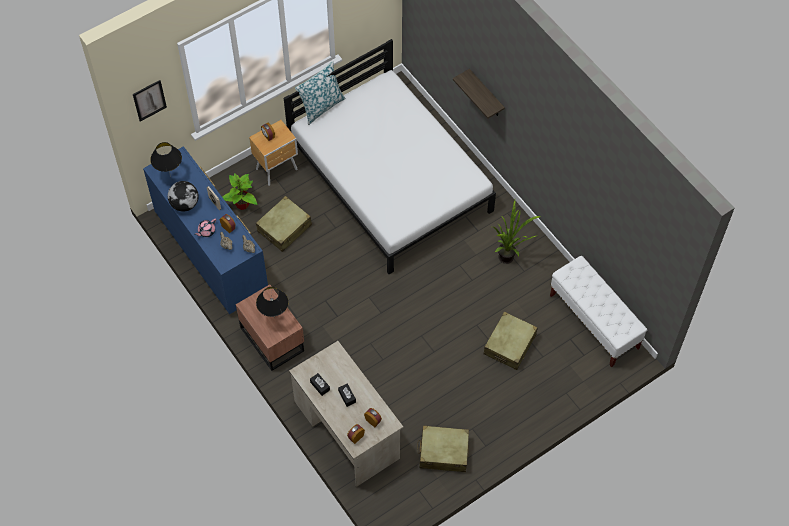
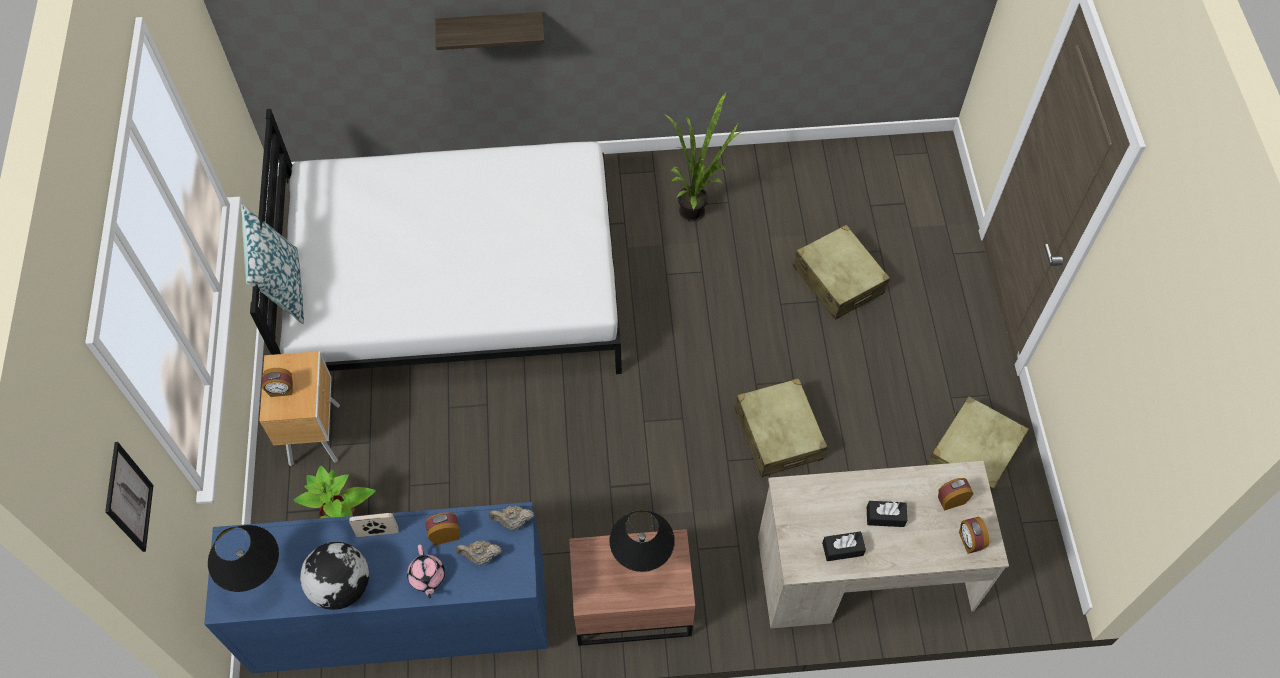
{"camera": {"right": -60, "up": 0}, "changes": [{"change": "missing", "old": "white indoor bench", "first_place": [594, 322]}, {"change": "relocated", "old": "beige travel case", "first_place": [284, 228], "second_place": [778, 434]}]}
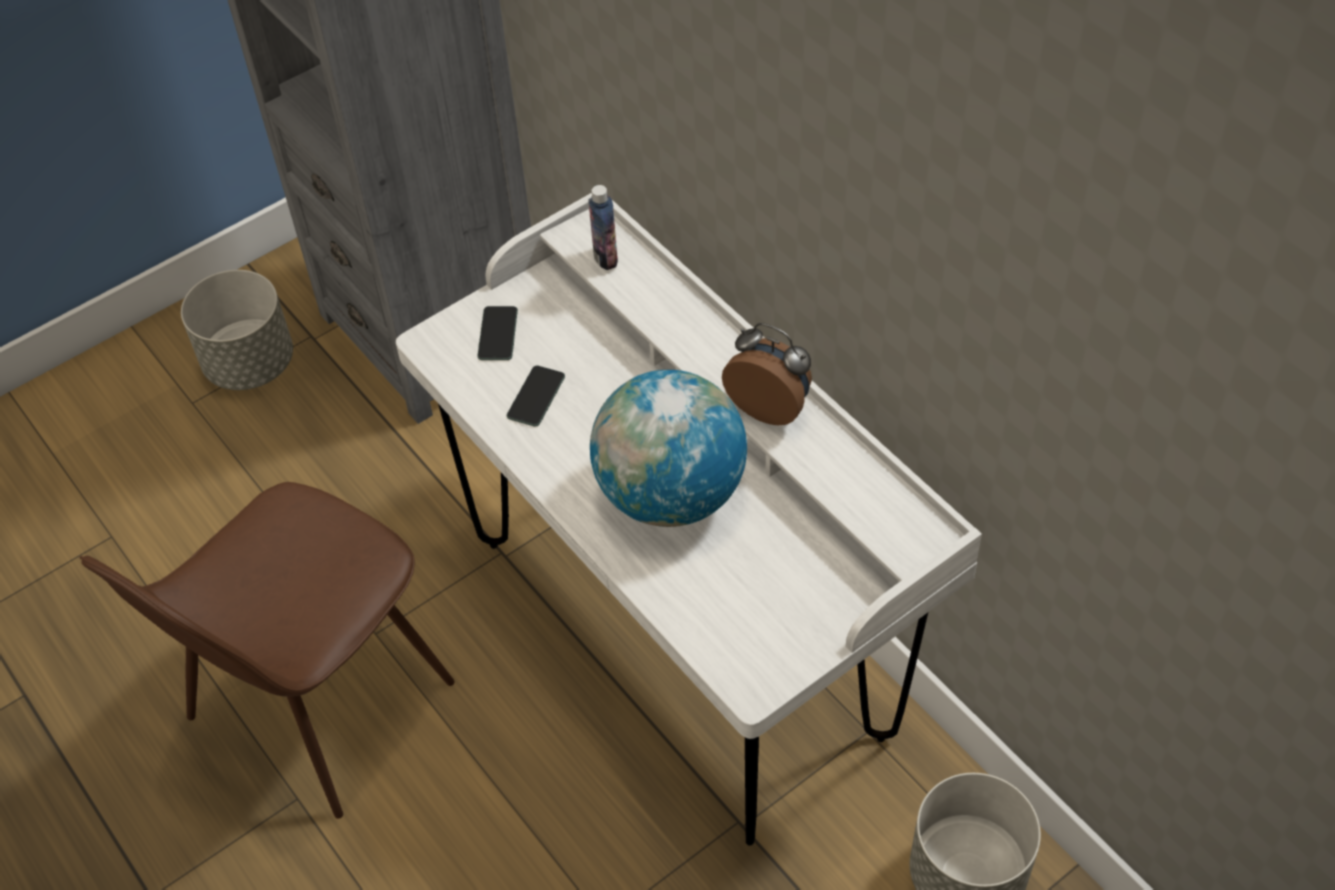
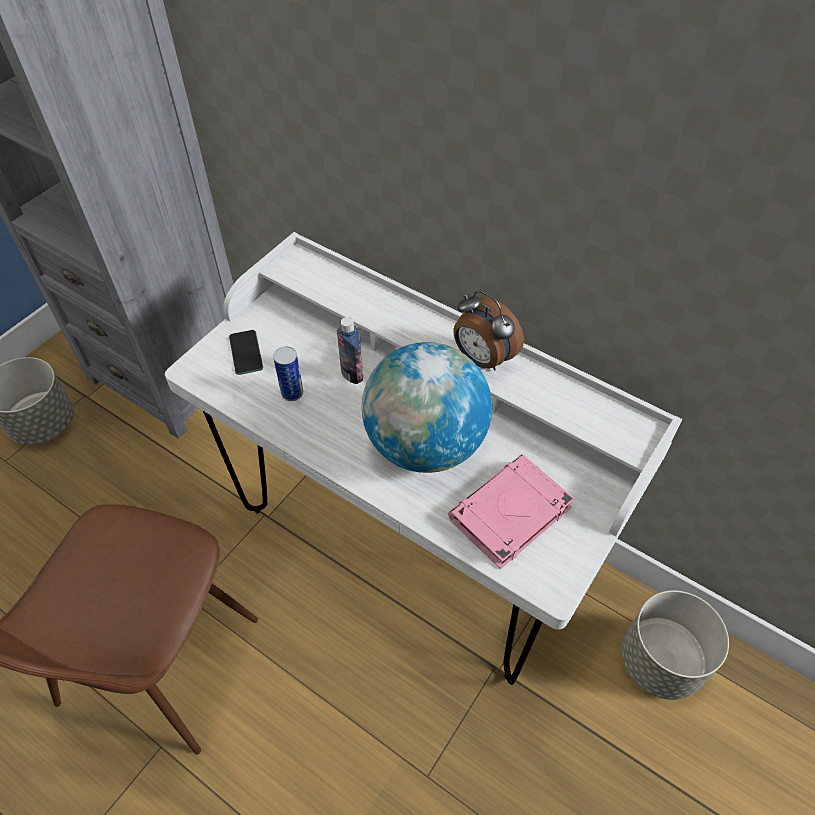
{"camera": {"right": -20, "up": 0}, "changes": [{"change": "appeared", "new": "pink-coloured volume", "second_place": [509, 515]}, {"change": "relocated", "old": "bottle", "first_place": [605, 257], "second_place": [352, 374]}, {"change": "exchanged", "old": "telephone", "new": "can", "first_place": [536, 397], "second_place": [292, 393]}, {"change": "spun", "old": "alarm clock", "first_place": [770, 405], "second_place": [482, 359], "degrees": -150}]}
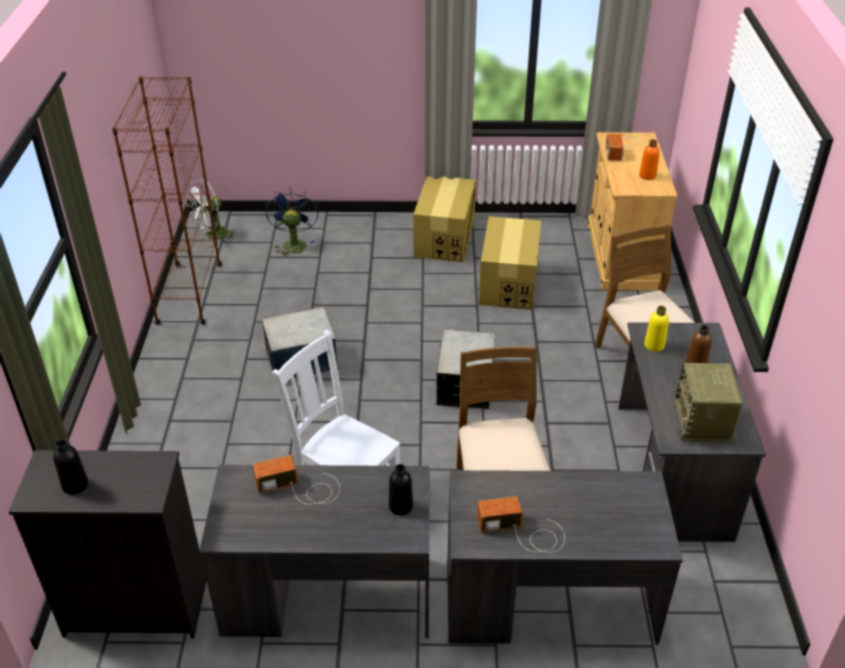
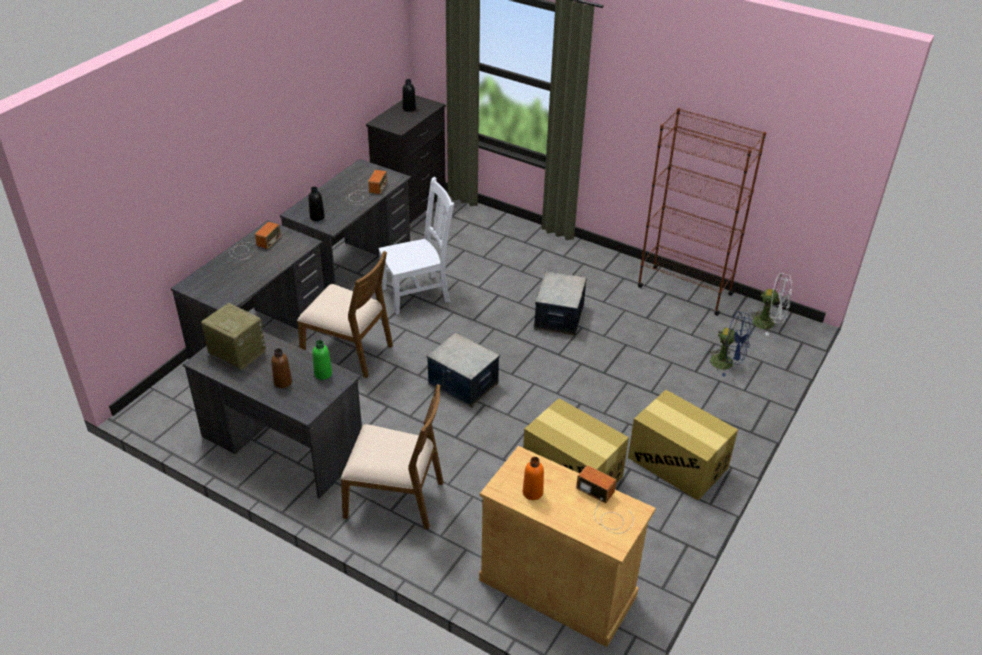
{"camera": {"right": 120, "up": 0}, "changes": [{"change": "colour", "old": "yellow bottle", "new": "greenish bottle", "first_place": [654, 345], "second_place": [323, 374]}, {"change": "spun", "old": "white cooling fan", "first_place": [212, 235], "second_place": [768, 323], "degrees": 120}]}
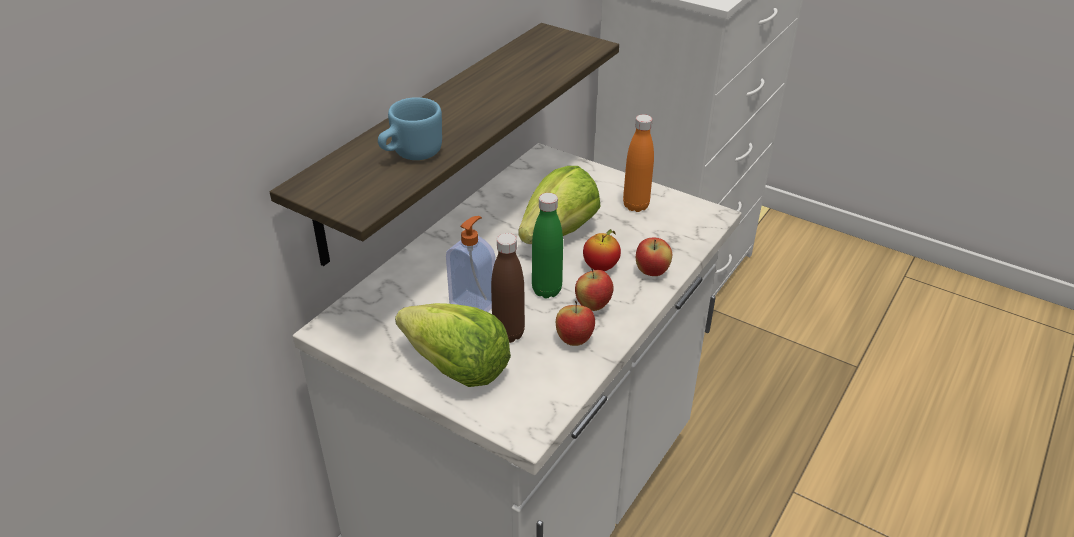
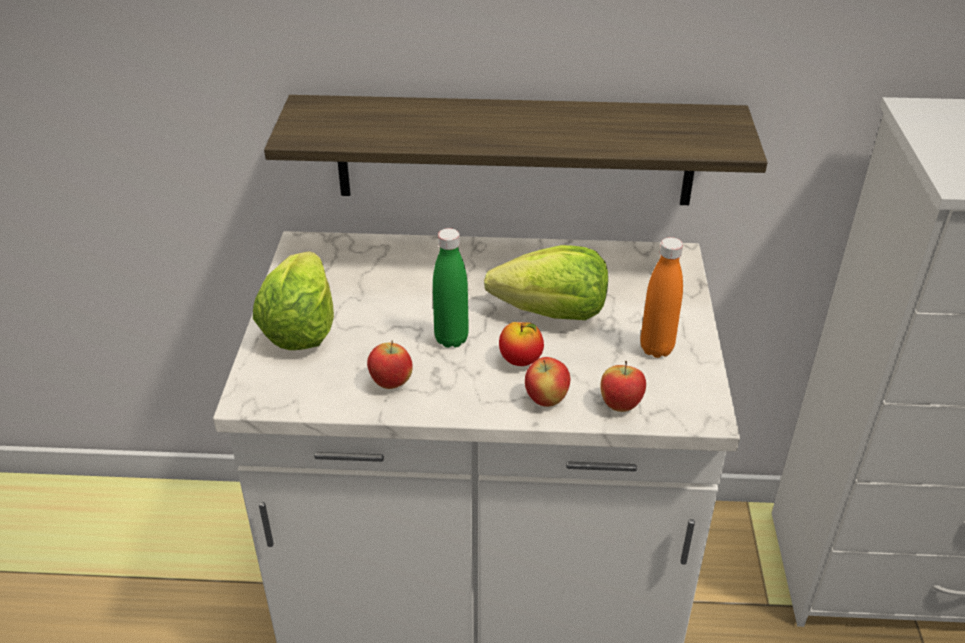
{"camera": {"right": 60, "up": 0}, "changes": [{"change": "missing", "old": "blue-coloured mug", "first_place": [410, 154]}, {"change": "missing", "old": "soap dispenser", "first_place": [474, 303]}, {"change": "missing", "old": "brownish bottle", "first_place": [508, 333]}, {"change": "relocated", "old": "apple fruit", "first_place": [593, 305], "second_place": [620, 405]}]}
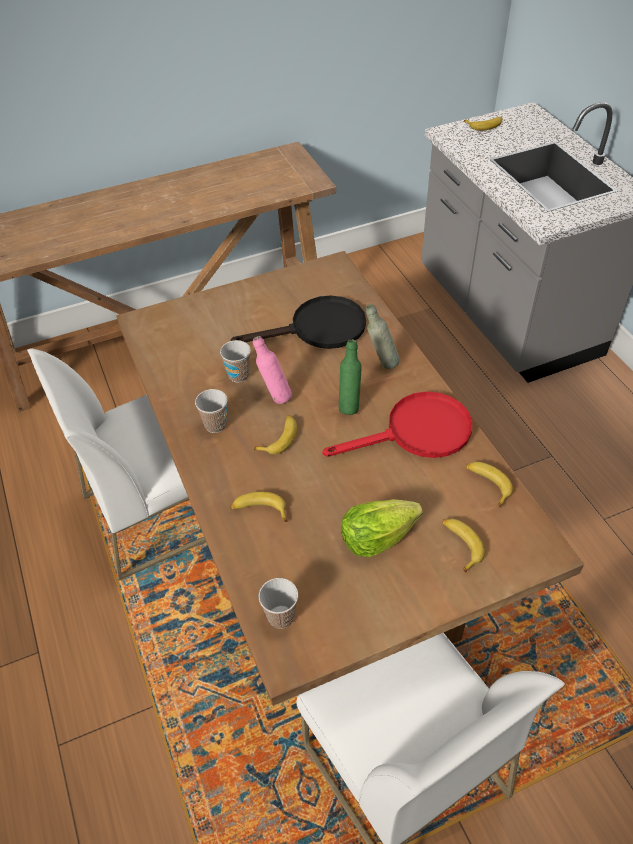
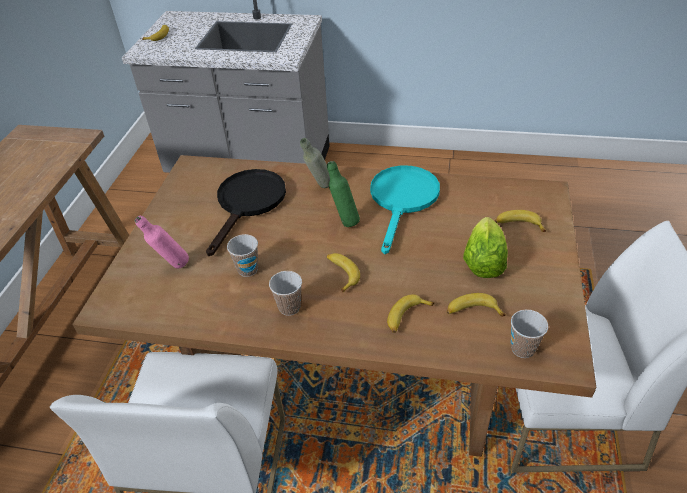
{"camera": {"right": -55, "up": -5}, "changes": [{"change": "relocated", "old": "pink-coloured bottle", "first_place": [274, 397], "second_place": [172, 267]}, {"change": "relocated", "old": "banana", "first_place": [487, 484], "second_place": [472, 311]}, {"change": "colour", "old": "red-coloured frying pan", "new": "turquoise-coloured frying pan", "first_place": [417, 433], "second_place": [403, 200]}]}
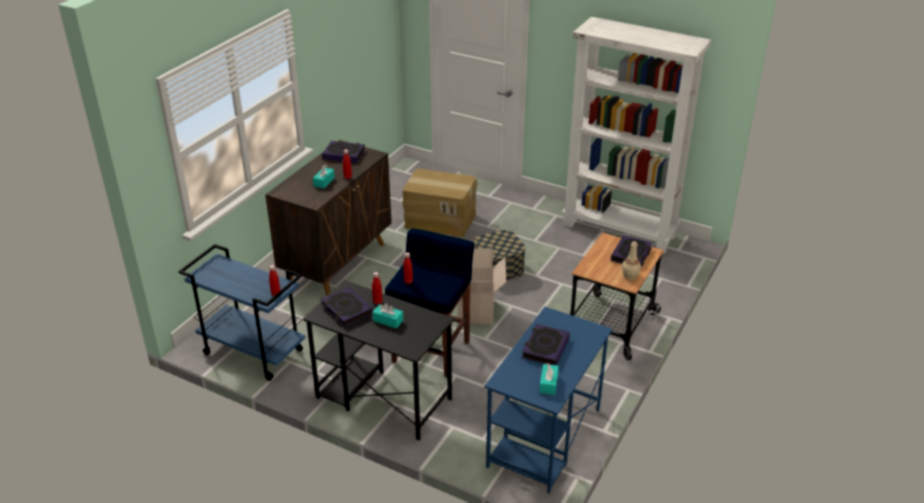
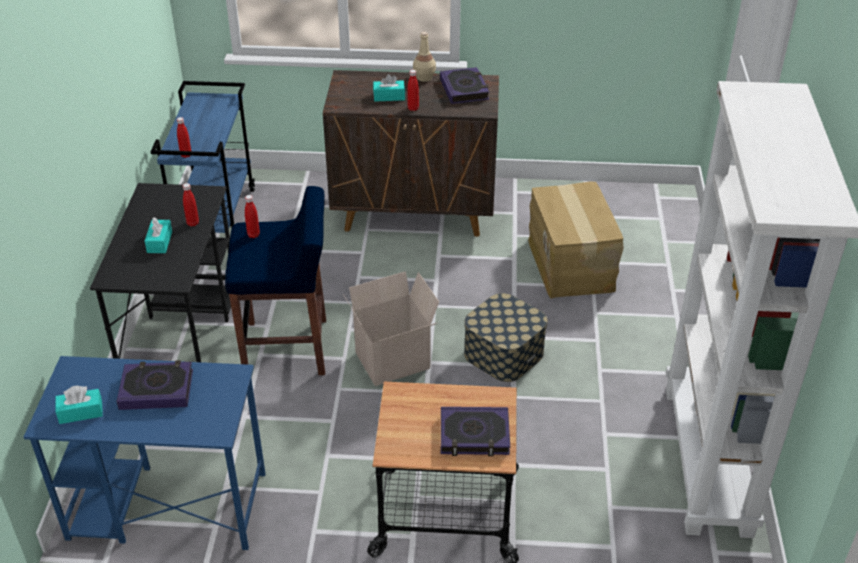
{"camera": {"right": 65, "up": 5}, "changes": [{"change": "missing", "old": "volume", "first_place": [346, 310]}, {"change": "relocated", "old": "beige bottle", "first_place": [630, 276], "second_place": [424, 77]}]}
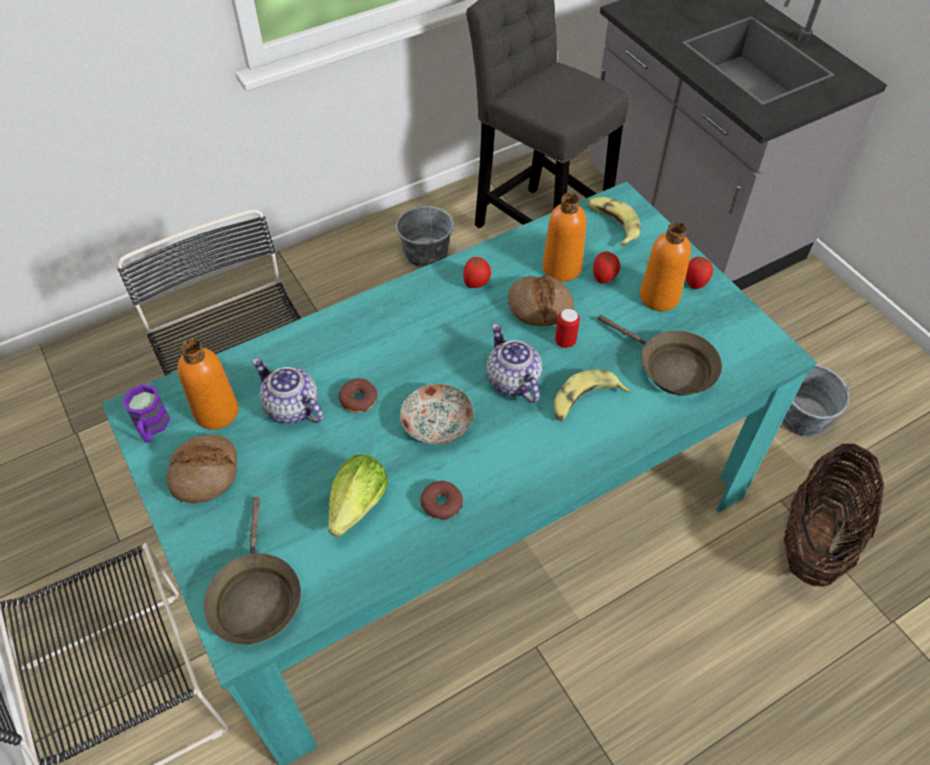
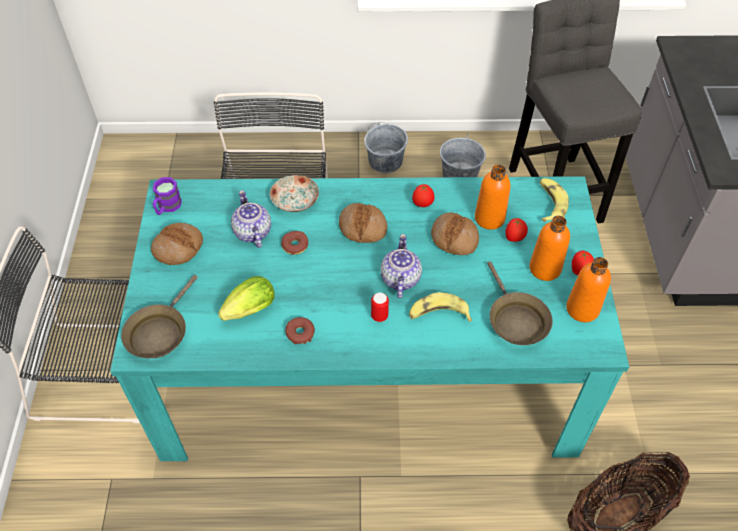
{"camera": {"right": 30, "up": 0}, "changes": [{"change": "appeared", "new": "bakery bread", "second_place": [363, 227]}, {"change": "relocated", "old": "orange bottle", "first_place": [216, 412], "second_place": [582, 309]}, {"change": "relocated", "old": "dinner plate", "first_place": [437, 424], "second_place": [295, 201]}, {"change": "relocated", "old": "can", "first_place": [565, 341], "second_place": [379, 316]}, {"change": "relocated", "old": "gray bucket", "first_place": [803, 416], "second_place": [385, 161]}]}
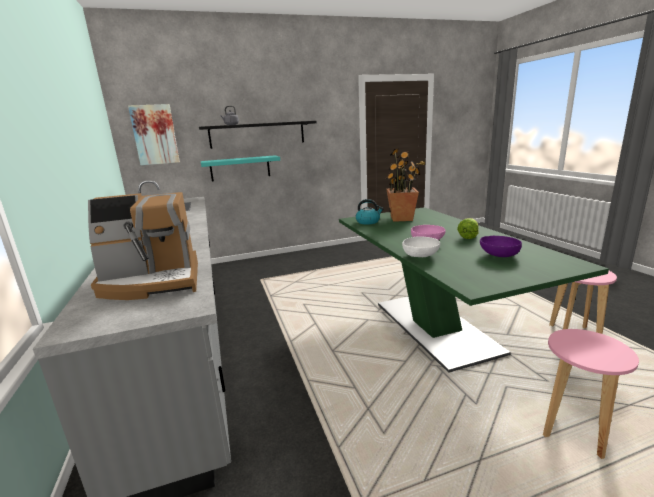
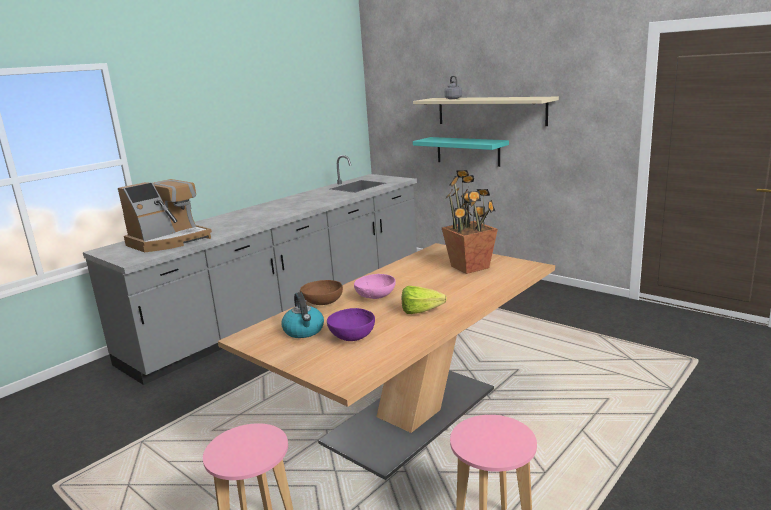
{"camera": {"right": 60, "up": 0}, "changes": [{"change": "missing", "old": "picture", "first_place": [155, 135]}, {"change": "relocated", "old": "kettle", "first_place": [368, 222], "second_place": [304, 331]}, {"change": "colour", "old": "blackish wall shelf", "new": "beige wall shelf", "first_place": [257, 134], "second_place": [490, 111]}, {"change": "colour", "old": "greenish kitchen table", "new": "beige kitchen table", "first_place": [435, 327], "second_place": [411, 416]}, {"change": "colour", "old": "white serving bowl", "new": "brownish serving bowl", "first_place": [420, 256], "second_place": [322, 303]}, {"change": "spun", "old": "coffee brewer", "first_place": [153, 282], "second_place": [169, 241], "degrees": -90}]}
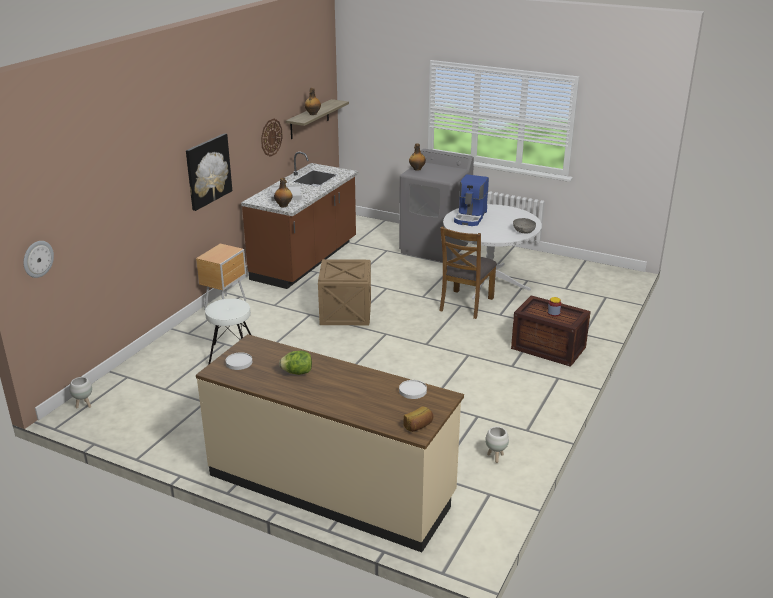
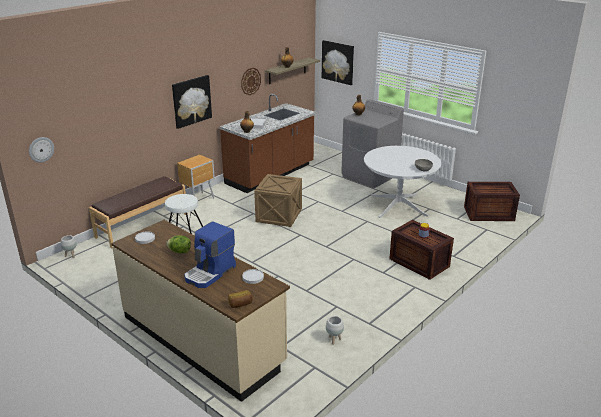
{"camera": {"right": 15, "up": 0}, "changes": [{"change": "missing", "old": "brownish plain chair", "first_place": [465, 304]}, {"change": "appeared", "new": "brownish indoor bench", "second_place": [142, 225]}, {"change": "appeared", "new": "picture", "second_place": [338, 62]}, {"change": "appeared", "new": "shipping crate", "second_place": [489, 214]}, {"change": "relocated", "old": "coffee brewer", "first_place": [471, 217], "second_place": [210, 273]}]}
